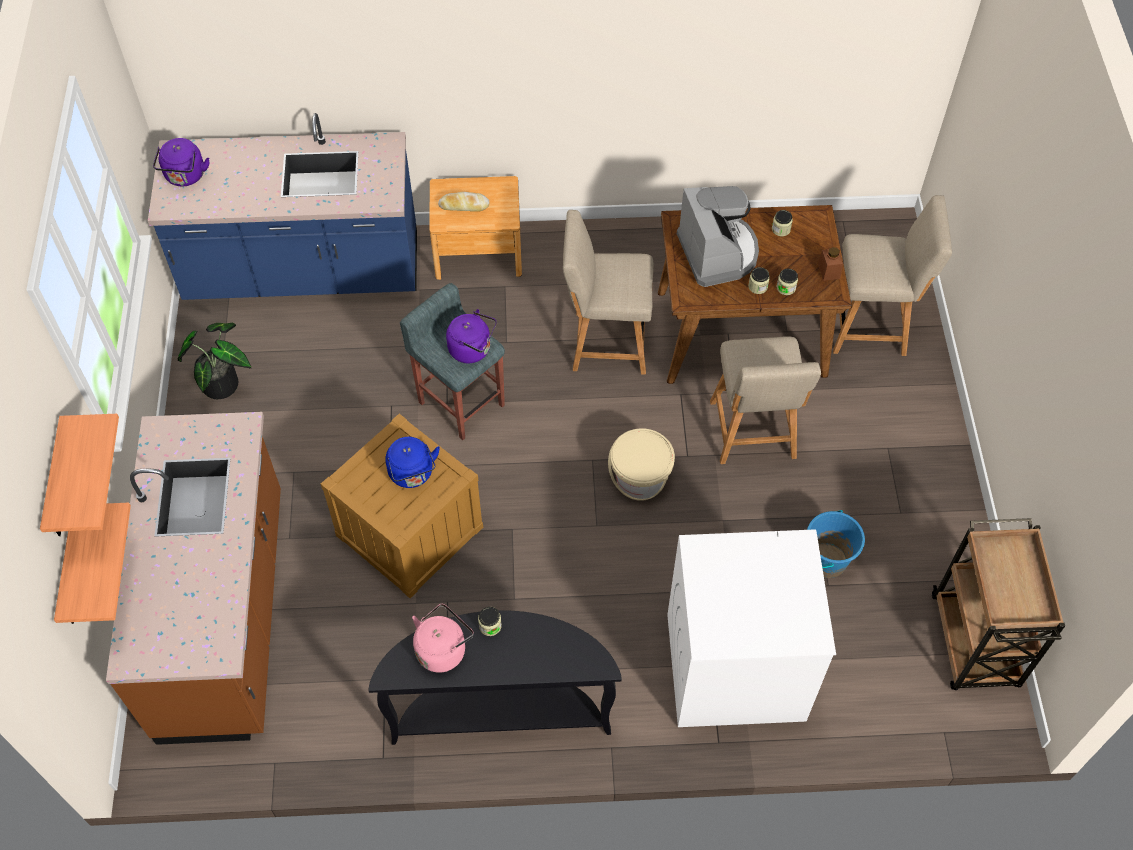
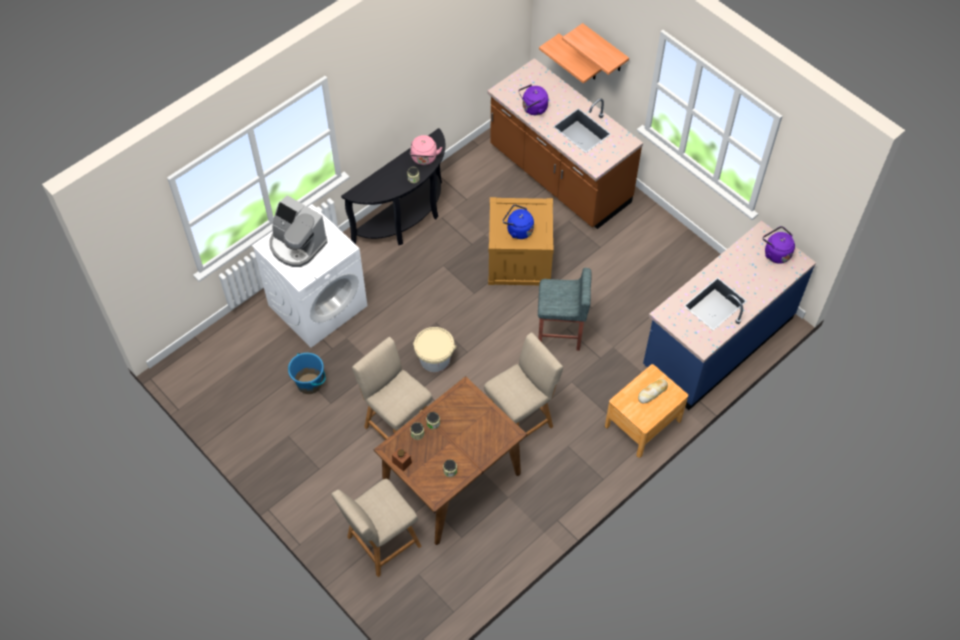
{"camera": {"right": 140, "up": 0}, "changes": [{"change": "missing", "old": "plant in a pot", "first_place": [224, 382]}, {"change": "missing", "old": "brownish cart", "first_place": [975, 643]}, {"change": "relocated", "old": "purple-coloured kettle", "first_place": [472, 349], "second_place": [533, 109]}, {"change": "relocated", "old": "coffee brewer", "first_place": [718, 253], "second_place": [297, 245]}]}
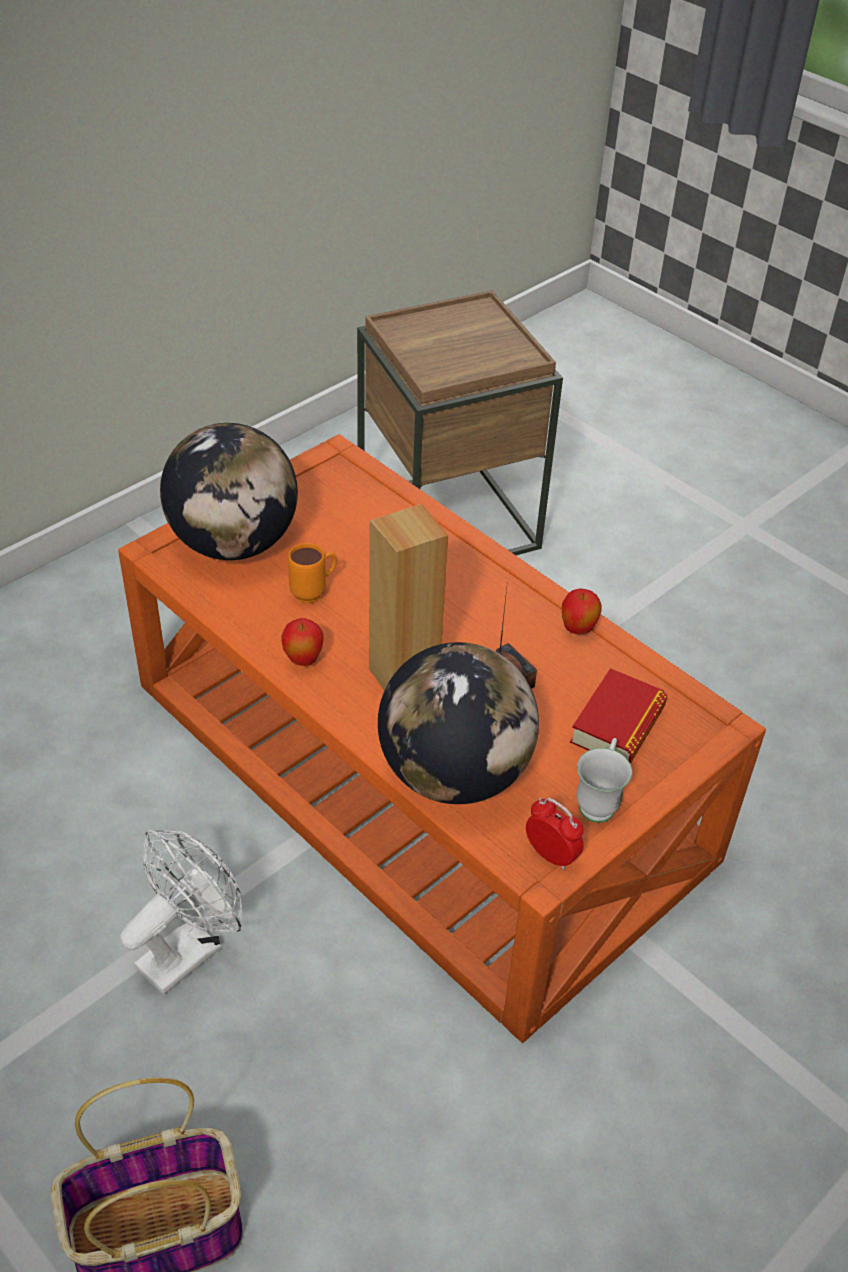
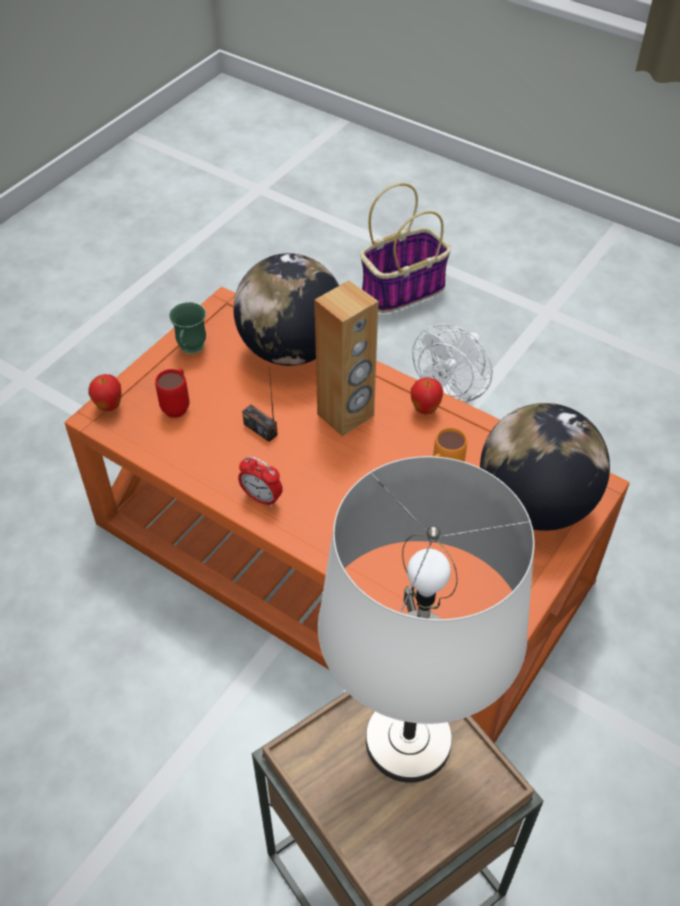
{"camera": {"right": 170, "up": 5}, "changes": [{"change": "appeared", "new": "white table lamp", "second_place": [409, 741]}, {"change": "relocated", "old": "alarm clock", "first_place": [551, 855], "second_place": [261, 498]}, {"change": "relocated", "old": "apple fruit", "first_place": [577, 629], "second_place": [109, 406]}, {"change": "exchanged", "old": "volume", "new": "red-coloured mug", "first_place": [617, 725], "second_place": [178, 406]}, {"change": "colour", "old": "white mug", "new": "greenish mug", "first_place": [599, 801], "second_place": [190, 350]}]}
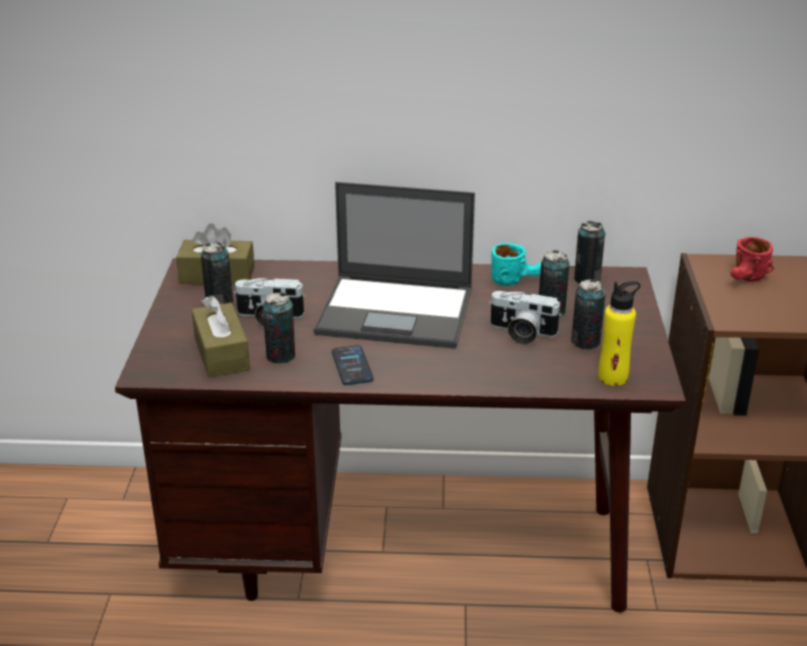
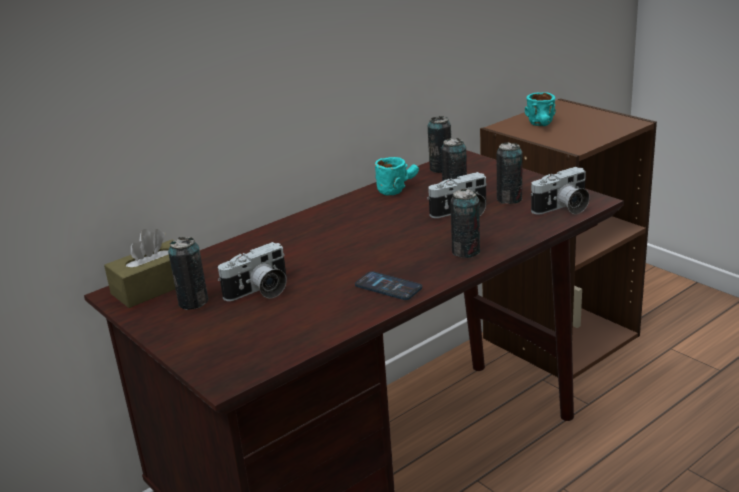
{"camera": {"right": -40, "up": -5}, "changes": [{"change": "missing", "old": "brownish tissue holder", "first_place": [221, 353]}, {"change": "missing", "old": "notebook computer", "first_place": [397, 312]}, {"change": "relocated", "old": "can", "first_place": [280, 356], "second_place": [466, 252]}, {"change": "exchanged", "old": "yellow bottle", "new": "photo camera", "first_place": [613, 377], "second_place": [563, 209]}, {"change": "colour", "old": "red-coloured mug", "new": "turquoise-coloured mug", "first_place": [746, 279], "second_place": [543, 125]}]}
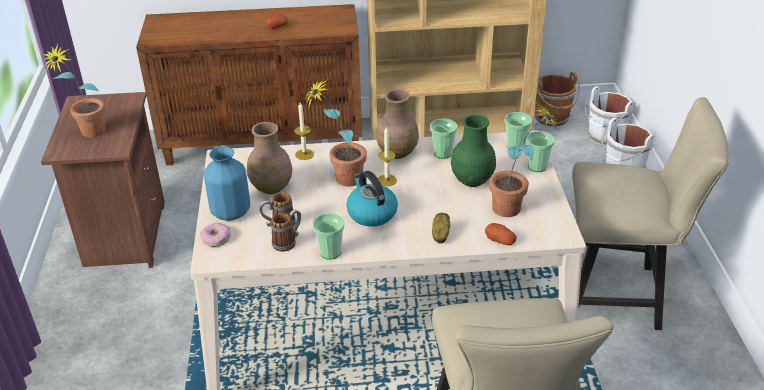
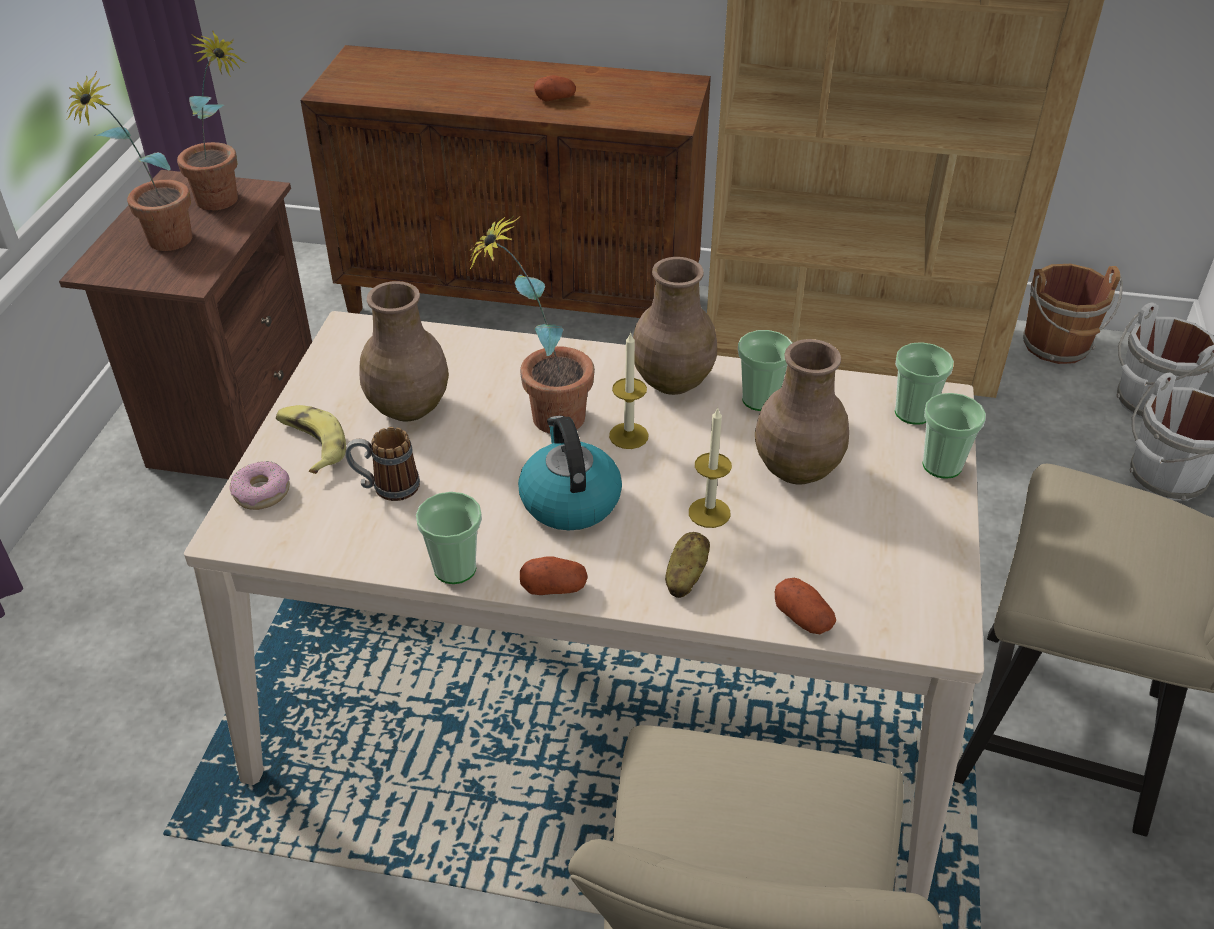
{"camera": {"right": 15, "up": 5}, "changes": [{"change": "missing", "old": "mug", "first_place": [288, 241]}, {"change": "appeared", "new": "potato", "second_place": [554, 587]}, {"change": "relocated", "old": "candle", "first_place": [304, 154], "second_place": [709, 512]}, {"change": "relocated", "old": "plant in a pot", "first_place": [515, 209], "second_place": [227, 202]}, {"change": "exchanged", "old": "blue-coloured vase", "new": "banana", "first_place": [230, 212], "second_place": [311, 444]}, {"change": "colour", "old": "greenish vase", "new": "brownish vase", "first_place": [472, 180], "second_place": [797, 468]}]}
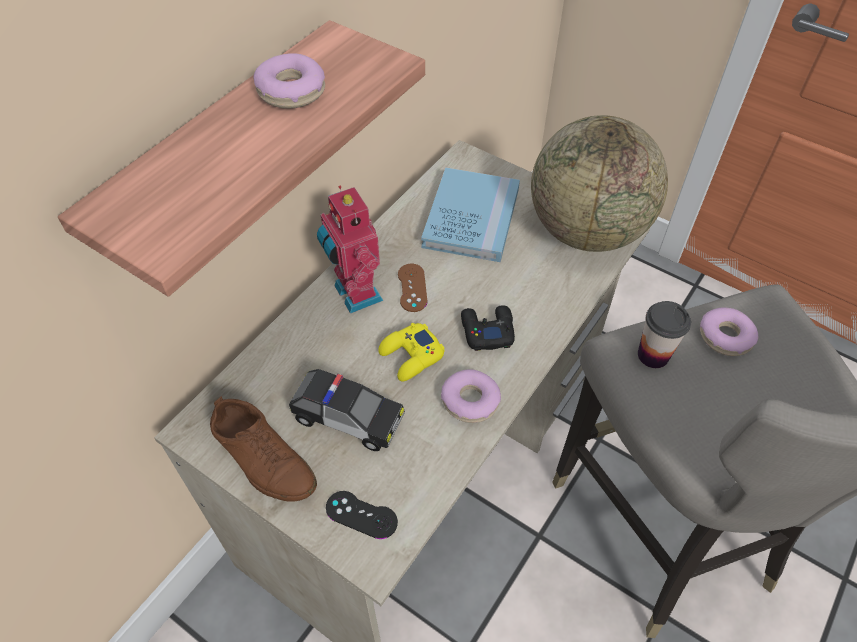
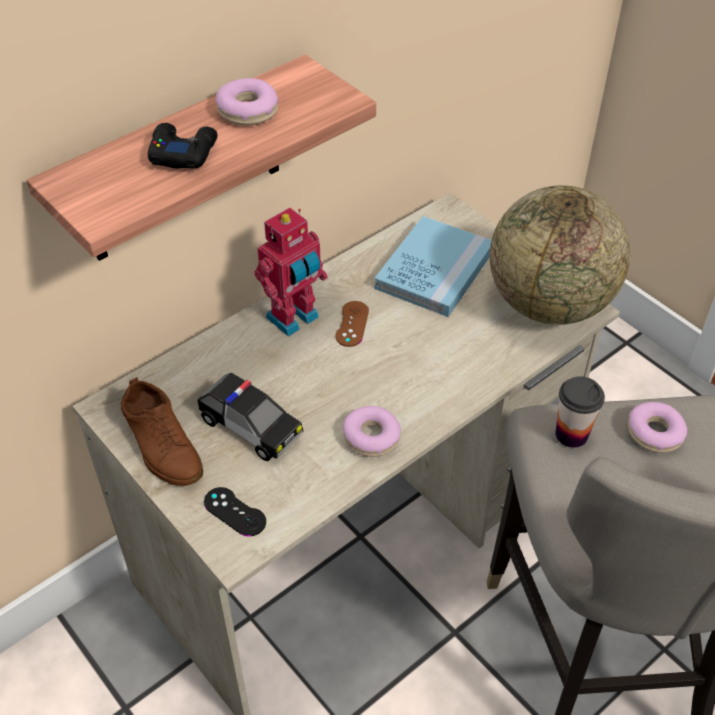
{"camera": {"right": 15, "up": -5}, "changes": [{"change": "missing", "old": "yellow joypad", "first_place": [411, 356]}, {"change": "relocated", "old": "blackish joypad", "first_place": [487, 330], "second_place": [183, 152]}, {"change": "spun", "old": "model robot", "first_place": [355, 294], "second_place": [294, 319], "degrees": -120}]}
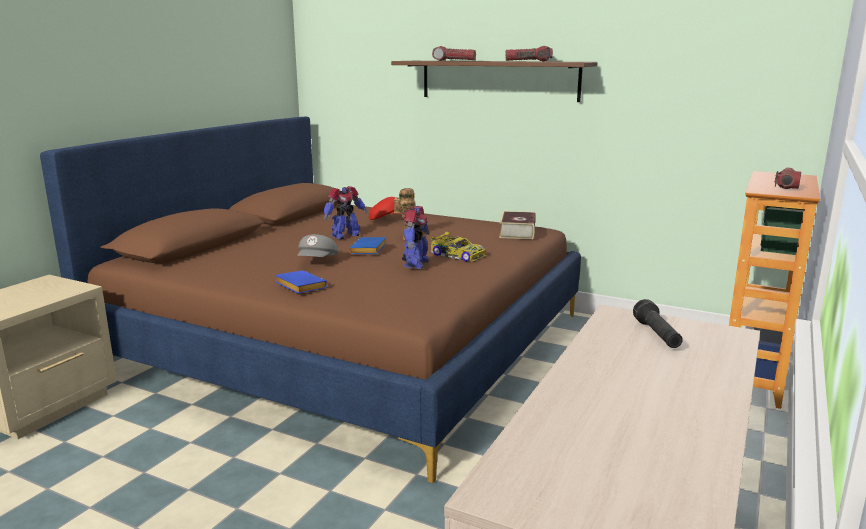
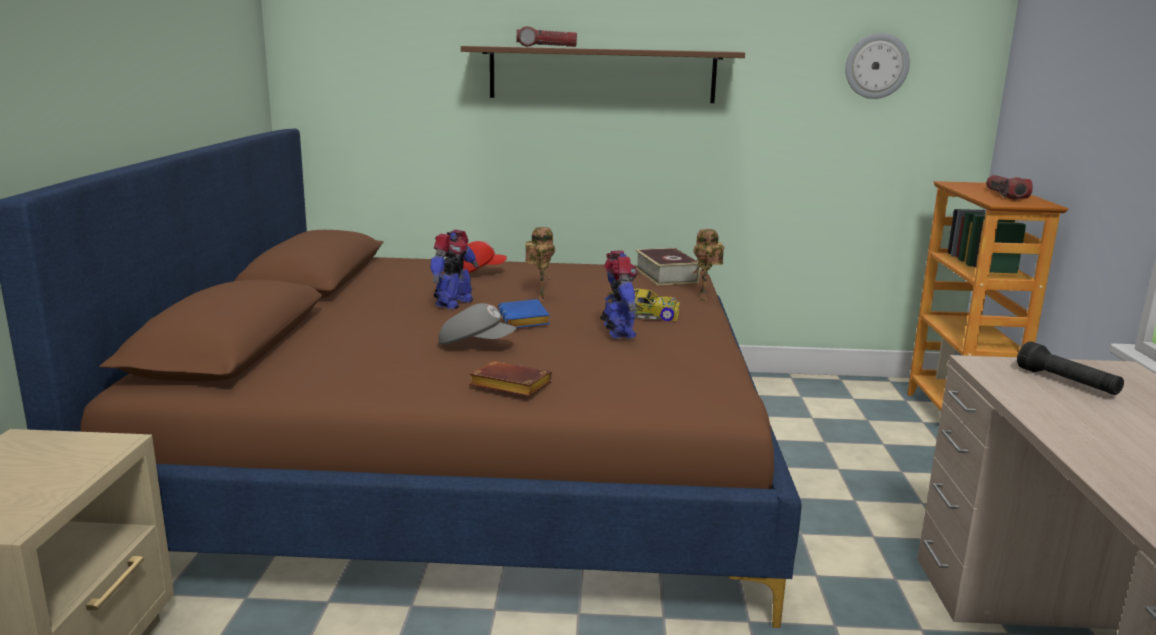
{"camera": {"right": -25, "up": 0}, "changes": [{"change": "missing", "old": "flashlight", "first_place": [528, 61]}, {"change": "appeared", "new": "model robot", "second_place": [705, 299]}, {"change": "appeared", "new": "hanging clock", "second_place": [876, 66]}, {"change": "colour", "old": "blue-coloured volume", "new": "brownish volume", "first_place": [299, 286], "second_place": [508, 386]}, {"change": "spun", "old": "gray peaked cap", "first_place": [318, 261], "second_place": [476, 344], "degrees": -60}]}
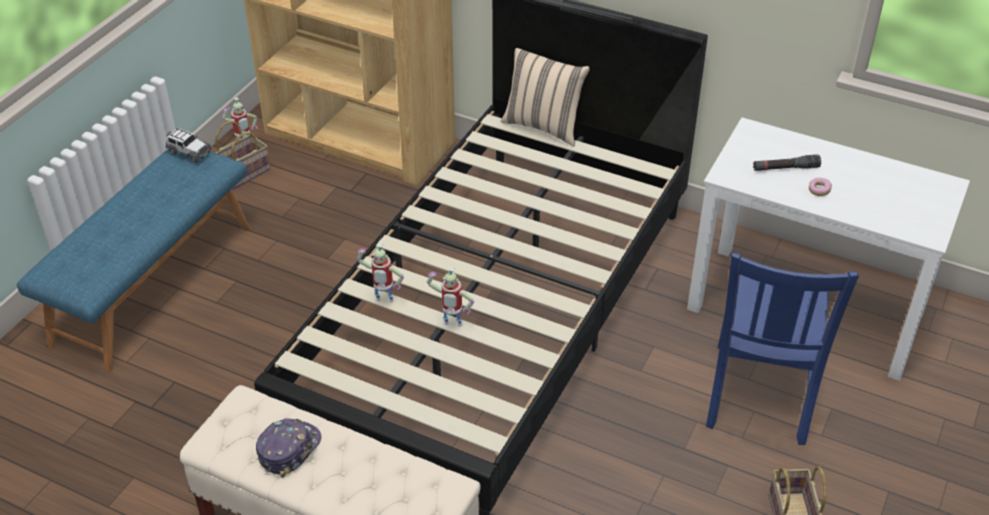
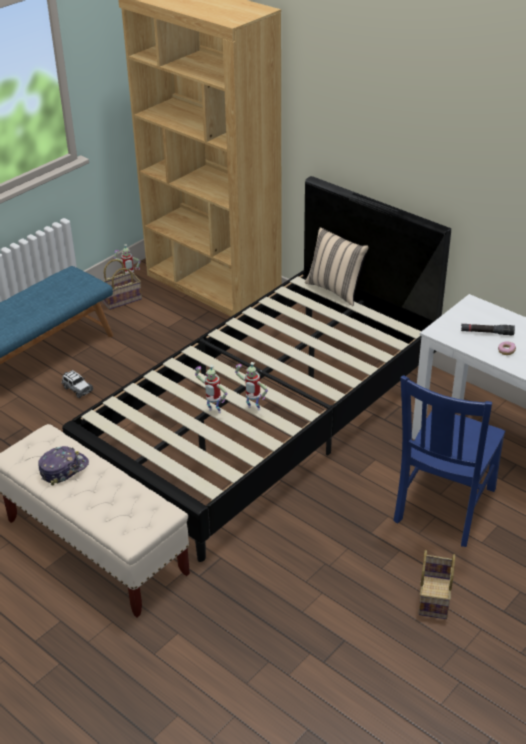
{"camera": {"right": 15, "up": -5}, "changes": [{"change": "relocated", "old": "toy car", "first_place": [189, 152], "second_place": [77, 389]}, {"change": "relocated", "old": "model robot", "first_place": [384, 302], "second_place": [252, 409]}]}
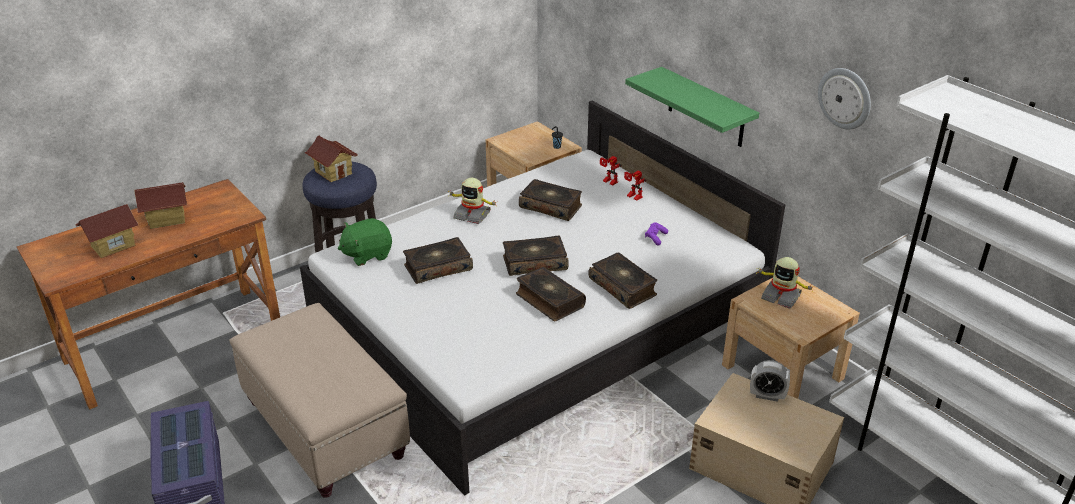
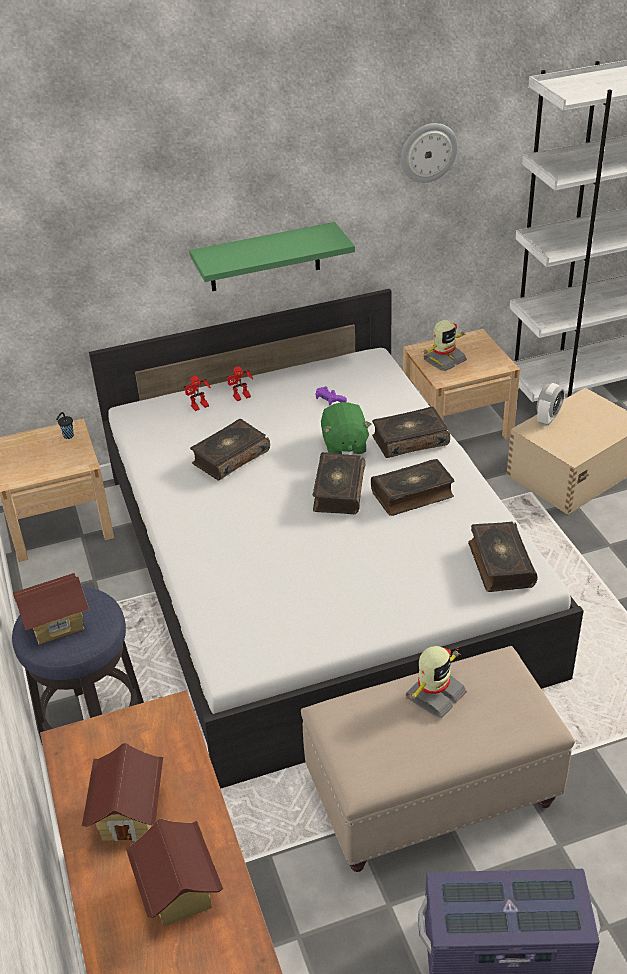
{"camera": {"right": -70, "up": 5}, "changes": [{"change": "relocated", "old": "greenish plush toy", "first_place": [367, 254], "second_place": [344, 445]}, {"change": "relocated", "old": "volume", "first_place": [438, 267], "second_place": [499, 564]}, {"change": "relocated", "old": "model robot", "first_place": [472, 215], "second_place": [434, 695]}]}
